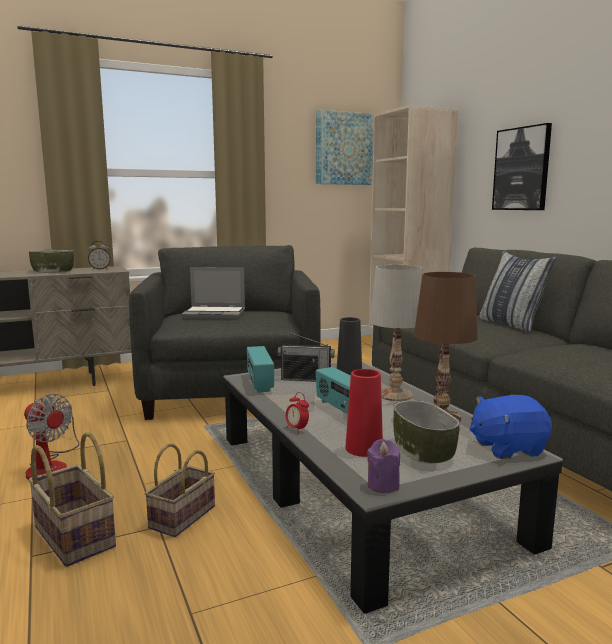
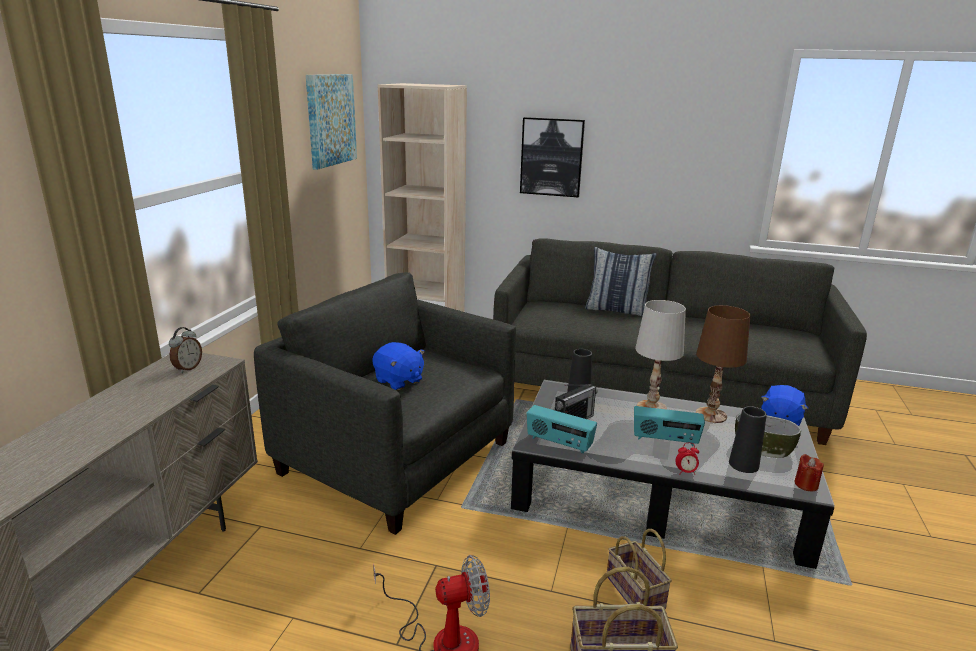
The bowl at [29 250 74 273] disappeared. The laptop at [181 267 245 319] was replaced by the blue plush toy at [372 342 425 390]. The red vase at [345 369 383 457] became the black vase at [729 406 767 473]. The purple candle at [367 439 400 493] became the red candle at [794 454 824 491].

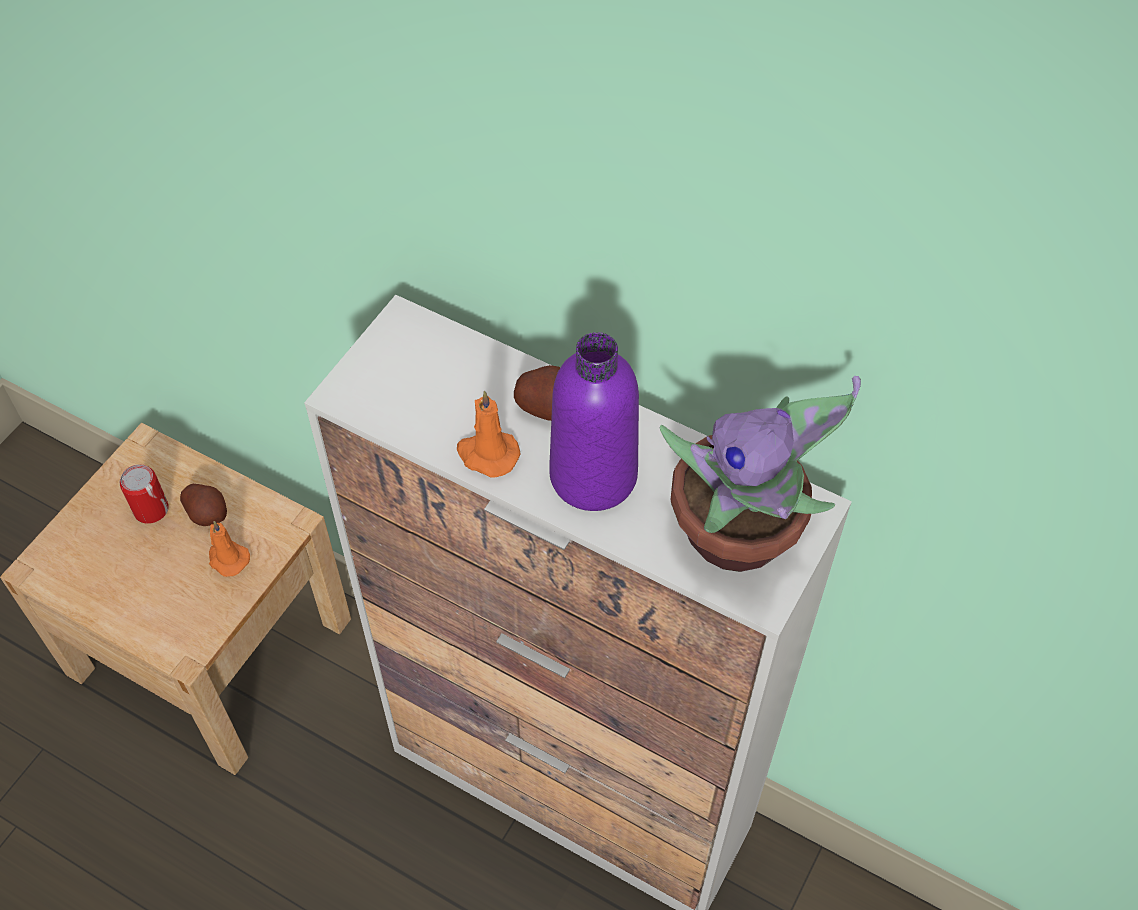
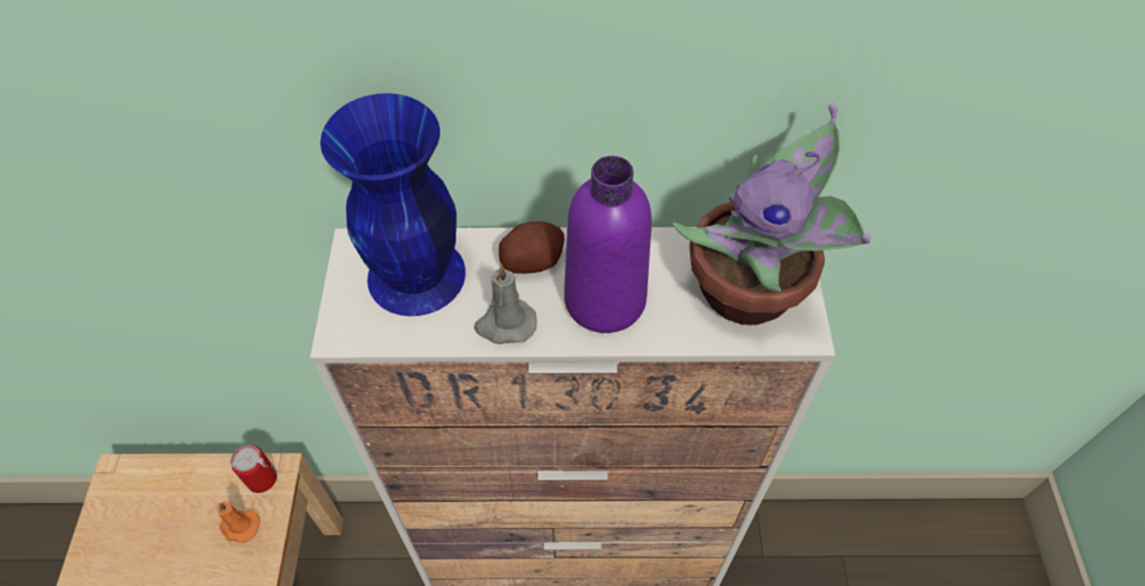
The orange candle at [457 391 520 478] became the grey candle at [474 264 537 344]. The can moved from [120 464 169 524] to [230 445 277 493]. The potato at [180 484 227 526] disappeared. The blue vase at [320 93 465 316] appeared.

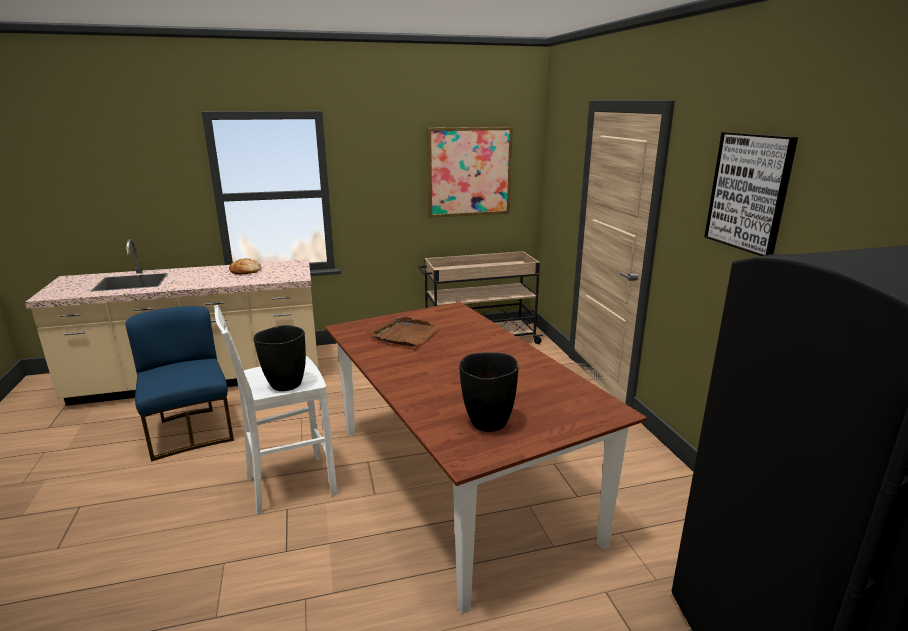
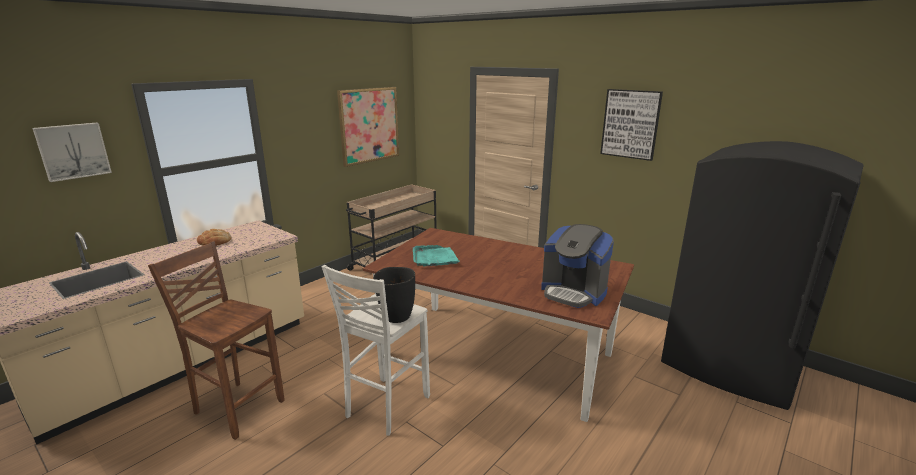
The blue chair at [125 306 234 462] was replaced by the brown stool at [148 241 285 440]. The brown tray at [370 317 440 347] became the turquoise tray at [413 245 459 266]. The black vase at [459 352 519 432] was replaced by the coffee machine at [541 224 614 308]. The picture at [32 123 112 182] appeared.

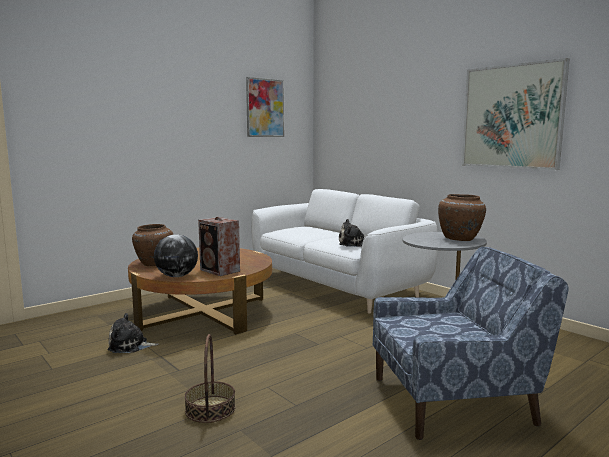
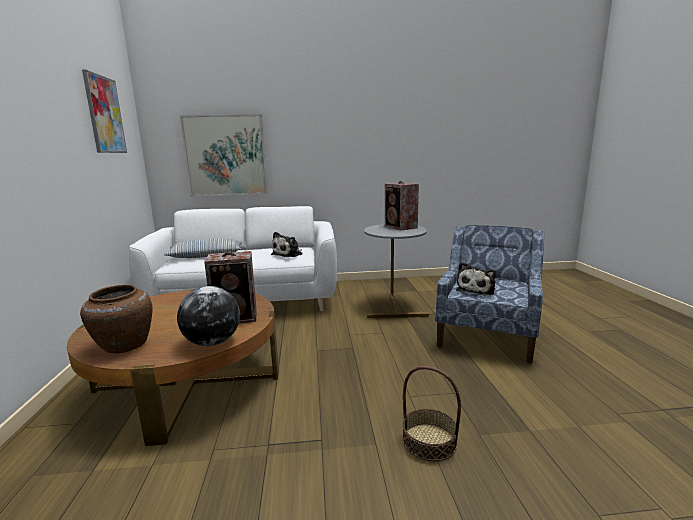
The picture moved from [462 58 570 170] to [180 114 268 197]. The brown vase at [438 194 486 241] was replaced by the speaker at [385 181 419 230]. The plush toy moved from [108 313 158 353] to [456 262 496 296]. The pillow at [164 238 242 258] appeared.

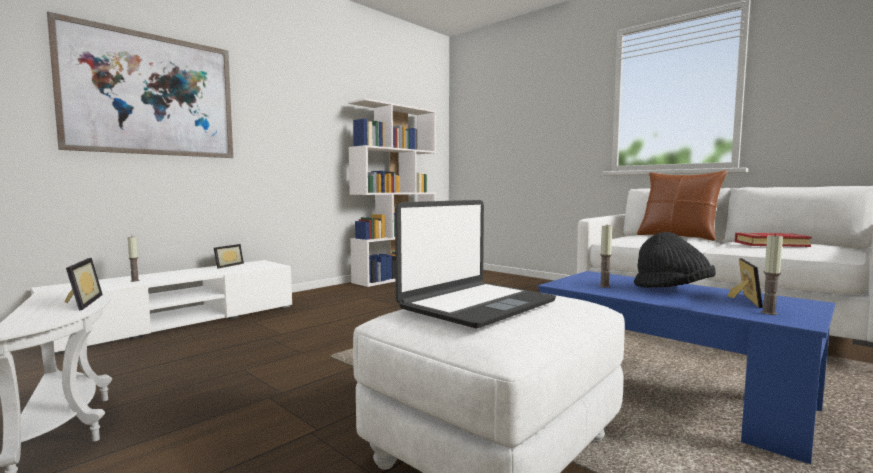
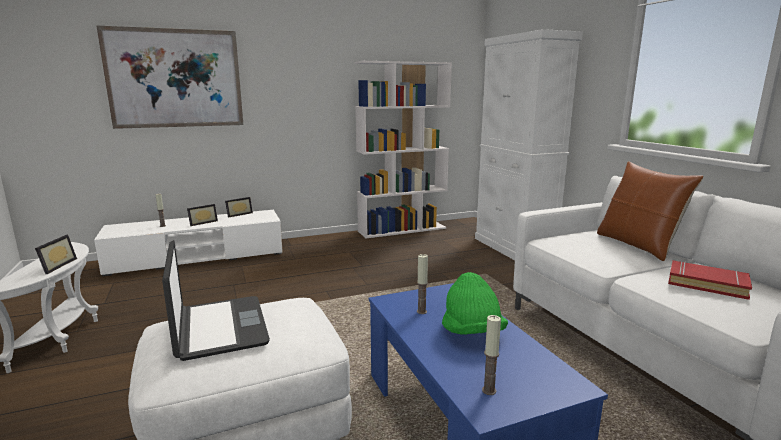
The laptop at [395 200 556 329] turned 90 degrees counterclockwise. The black hat at [634 232 716 288] became the green hat at [442 272 508 334]. The picture frame moved from [728 258 763 308] to [187 204 218 226]. The white cabinet at [475 29 583 260] appeared.

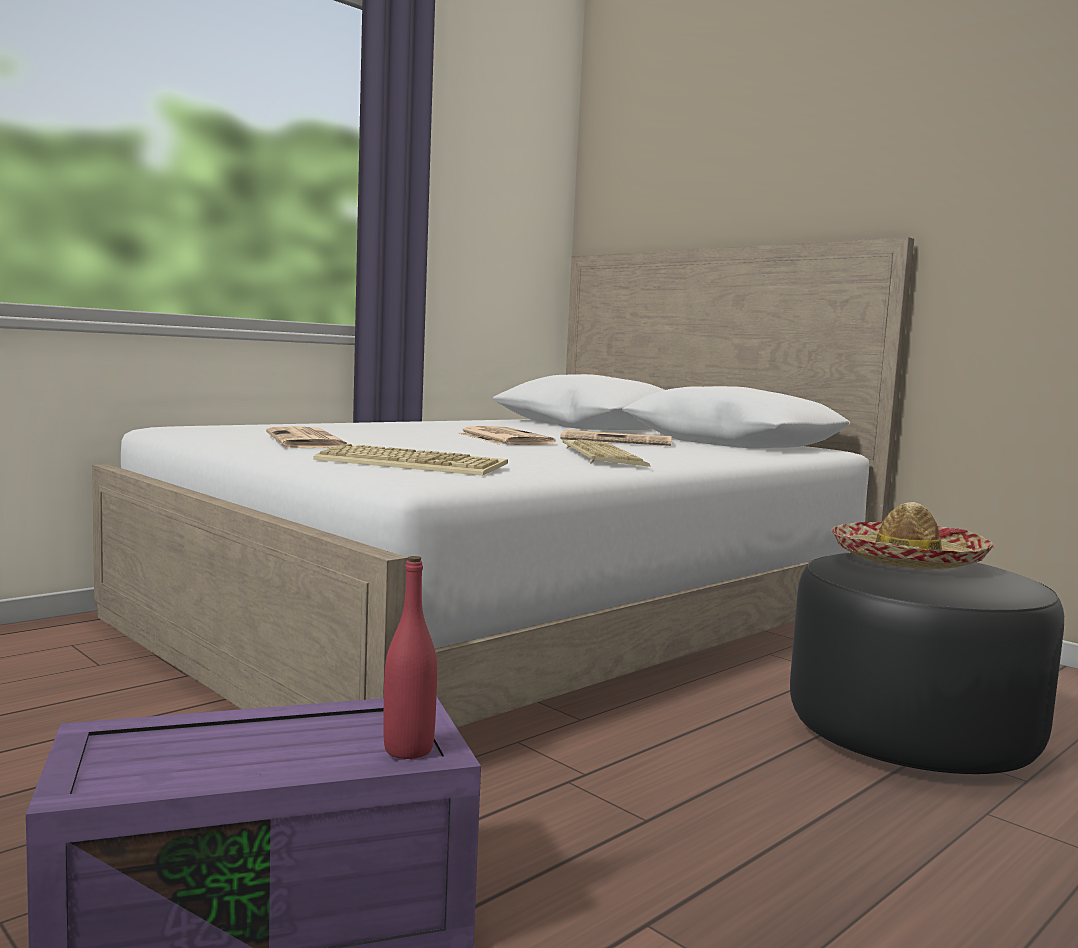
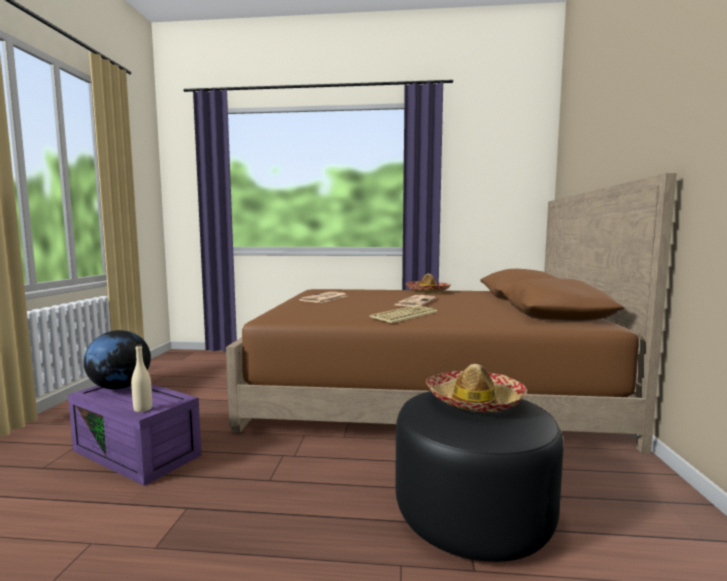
The white bed at [92 237 914 728] became the brown bed at [226 173 677 454]. The newspaper at [560 430 672 446] disappeared. The keyboard at [313 444 508 476] disappeared. The red bottle at [383 556 437 759] became the beige bottle at [131 344 152 412]. The hat at [405 274 451 293] appeared. The globe at [83 330 151 390] appeared.

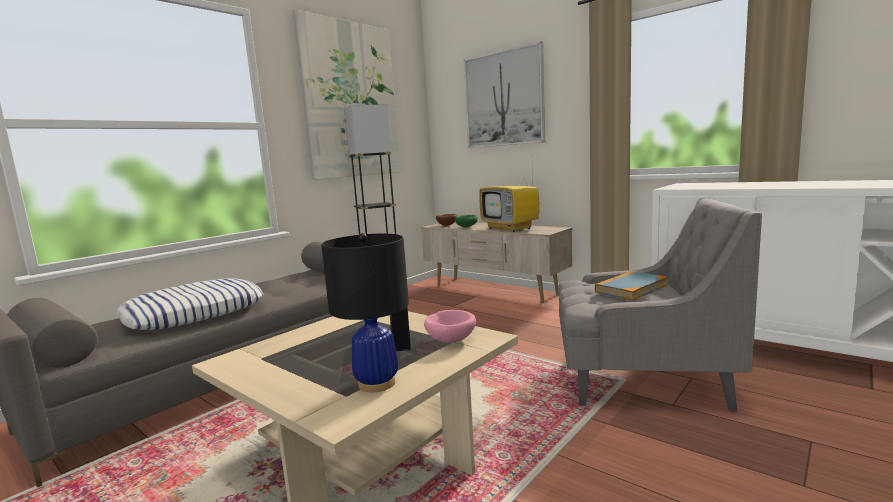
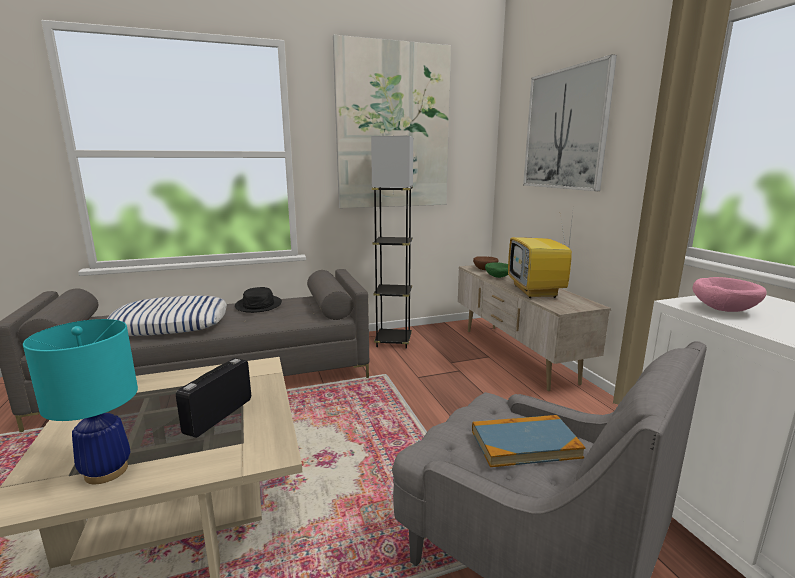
The black table lamp at [321 233 409 393] became the turquoise table lamp at [23 319 138 484]. The pink bowl moved from [424 310 476 343] to [693 277 767 312]. The black hat at [235 287 282 313] appeared.

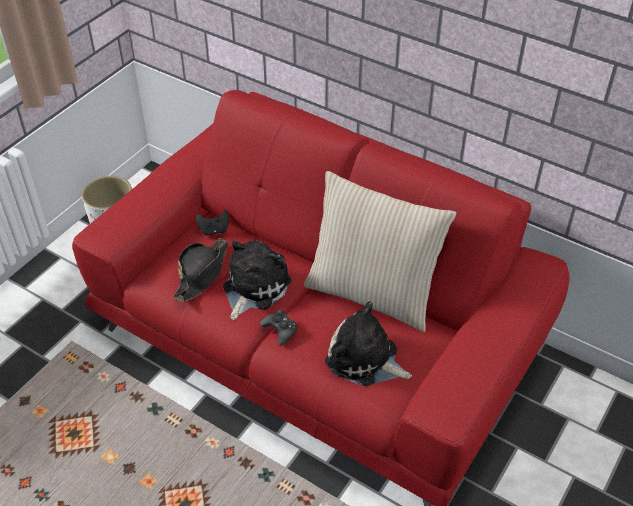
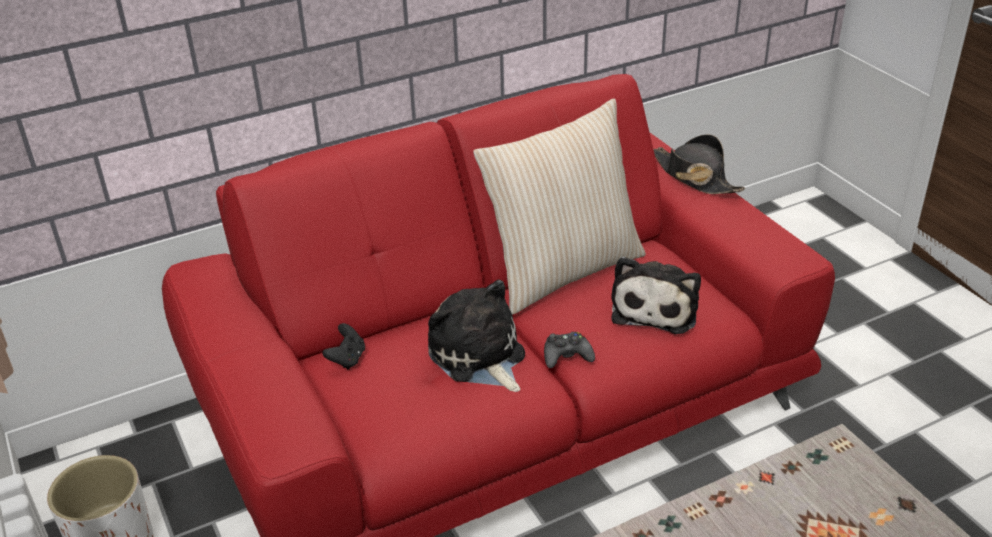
The black hat moved from [173 238 228 302] to [653 134 745 194]. The plush toy at [325 302 412 386] turned 45 degrees counterclockwise.

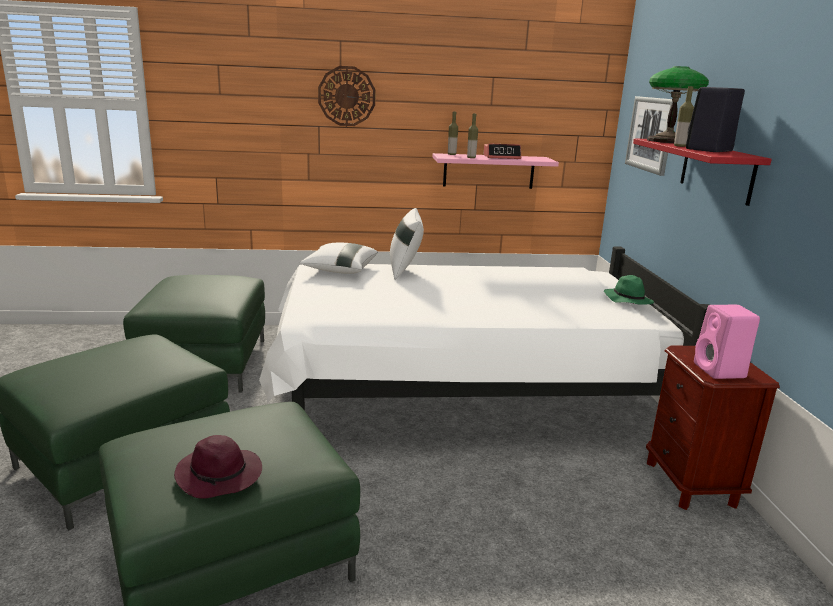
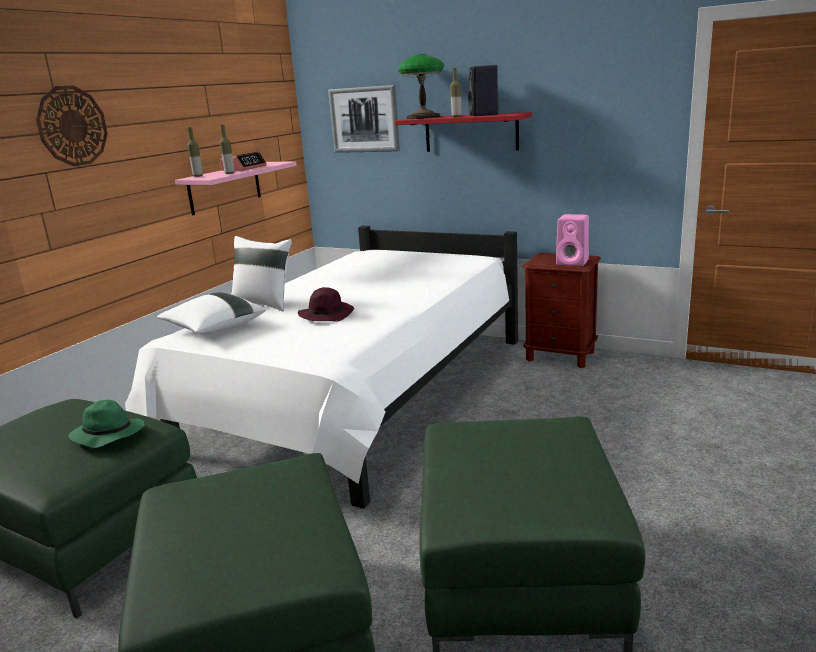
The green hat moved from [604 275 654 305] to [68 400 145 448]. The purple hat moved from [174 435 262 499] to [298 287 354 321].

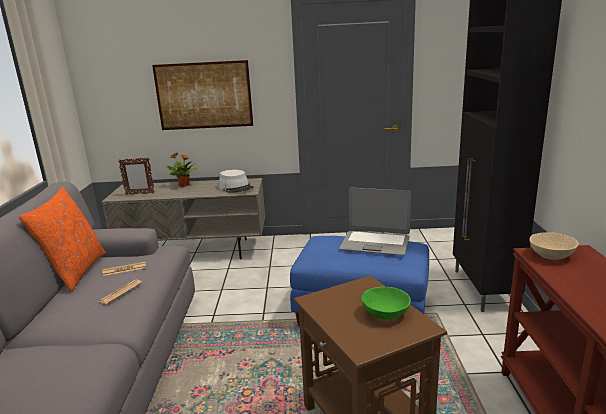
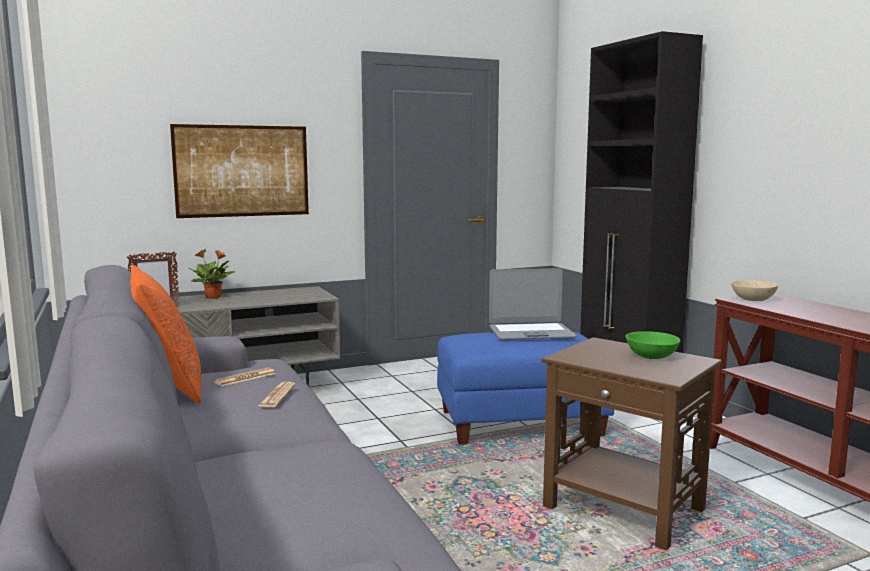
The grey hat at [219 170 254 193] disappeared.

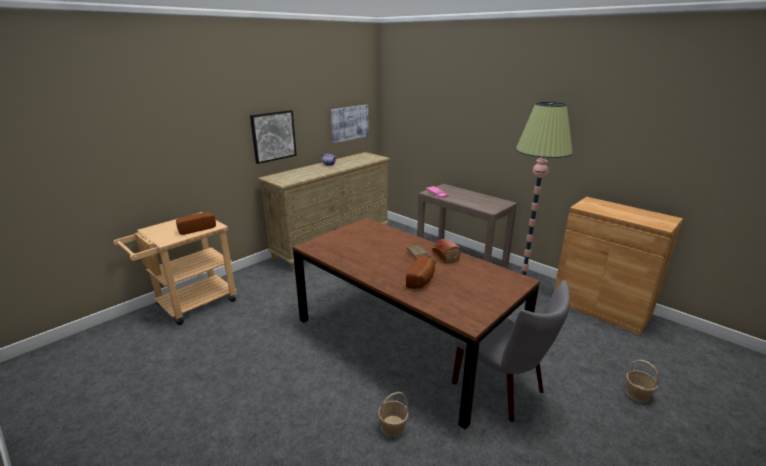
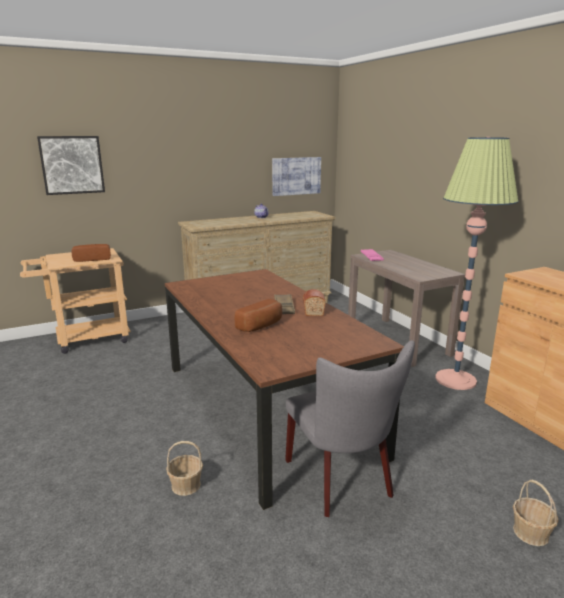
The picture moved from [250 110 297 164] to [37 136 105 195].

